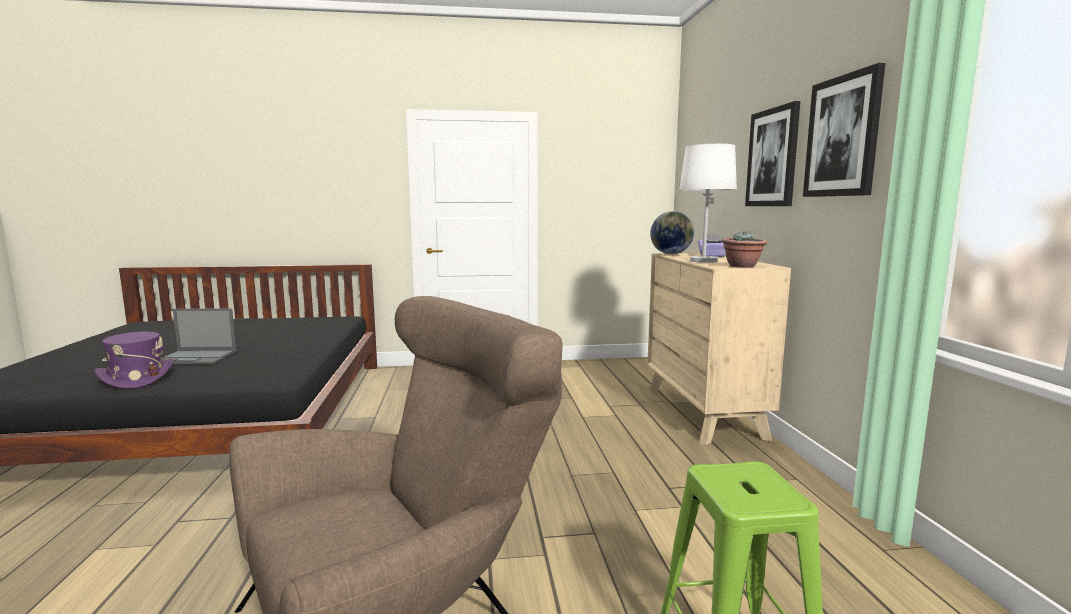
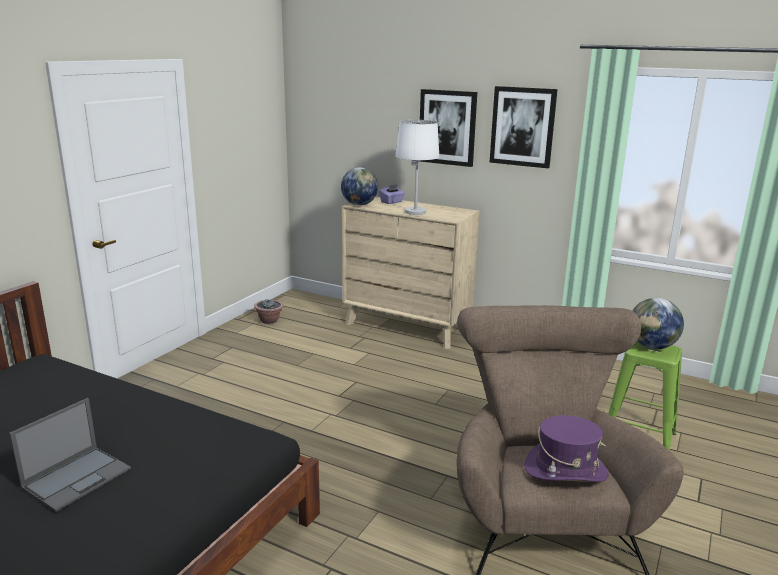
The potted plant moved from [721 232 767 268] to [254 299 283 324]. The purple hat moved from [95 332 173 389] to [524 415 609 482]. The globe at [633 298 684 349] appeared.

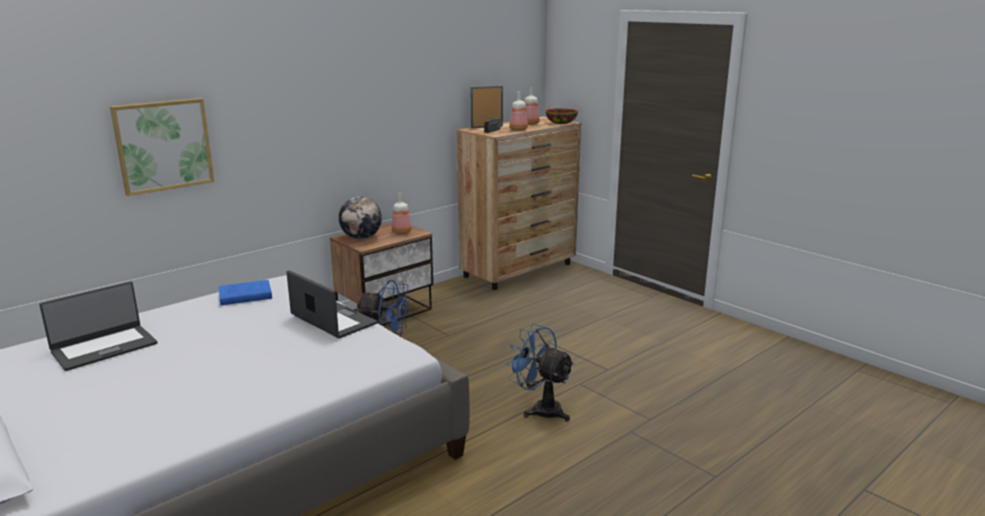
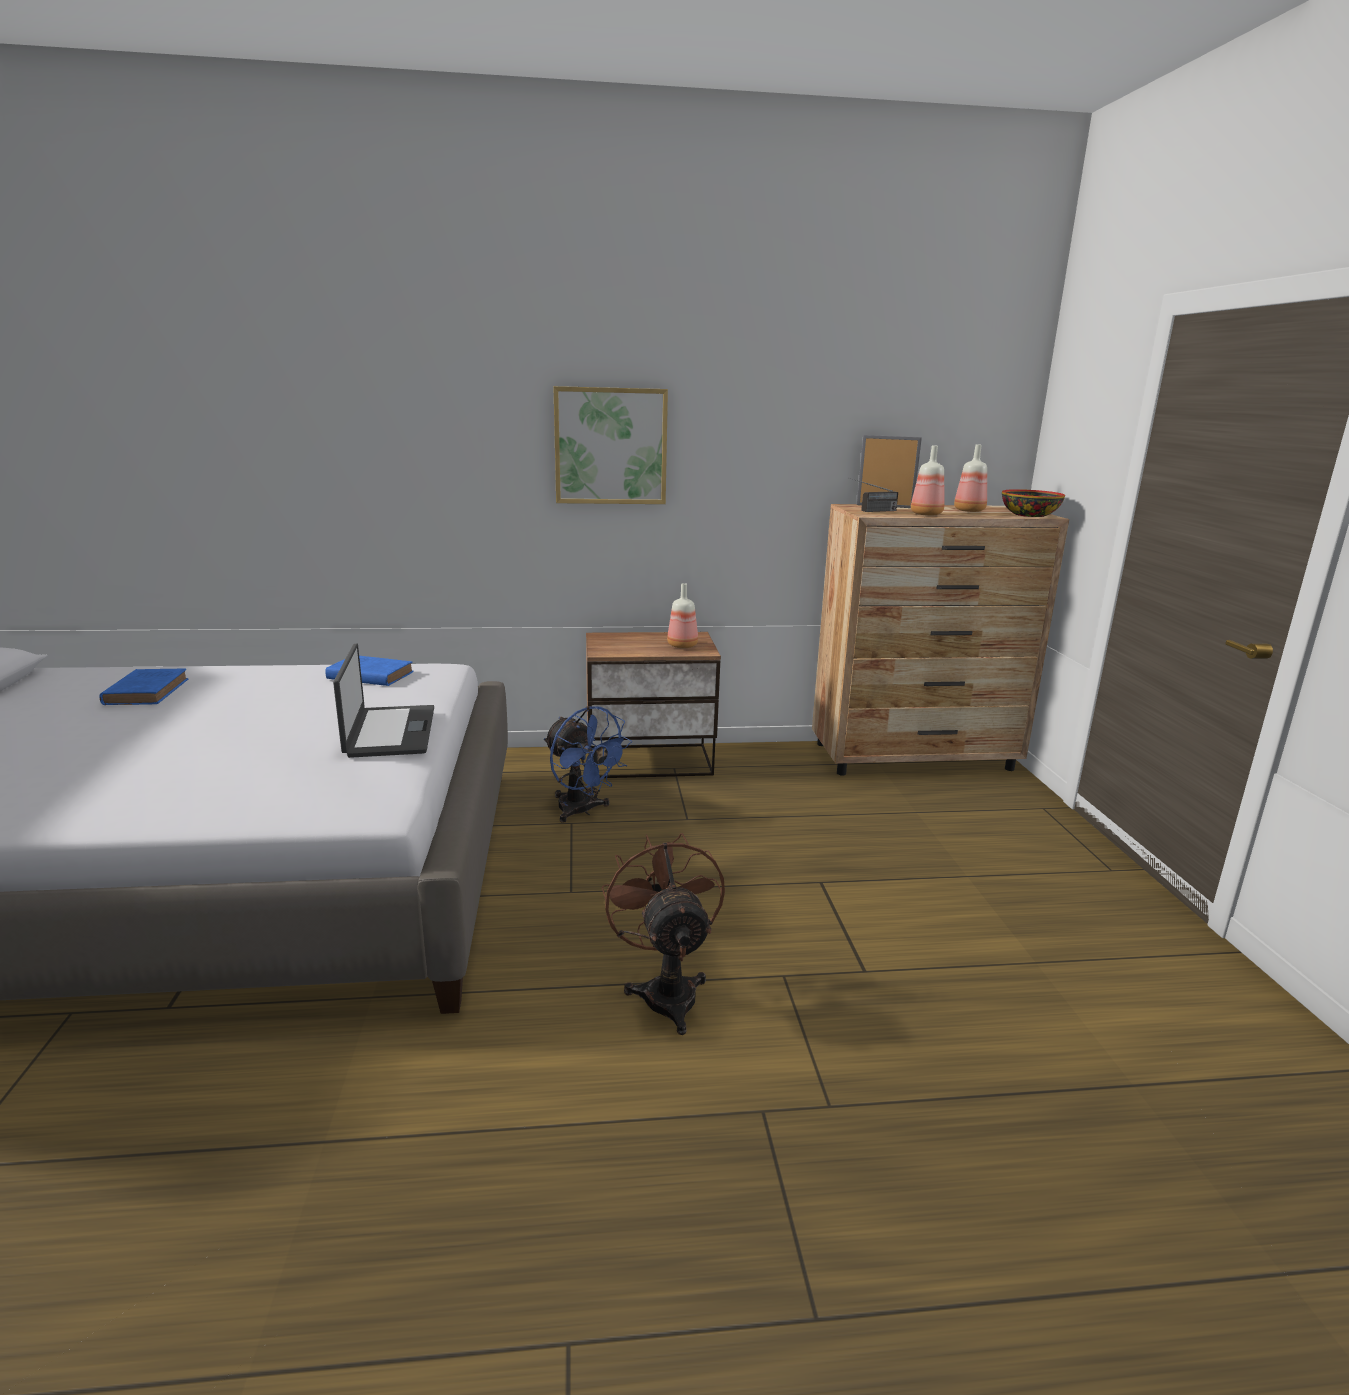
The picture moved from [110 98 214 196] to [553 386 668 504]. The globe at [339 197 382 239] disappeared. The laptop at [39 281 157 371] was replaced by the blue book at [99 669 188 705]. The blue fan at [505 324 575 422] became the brown fan at [602 833 725 1035].

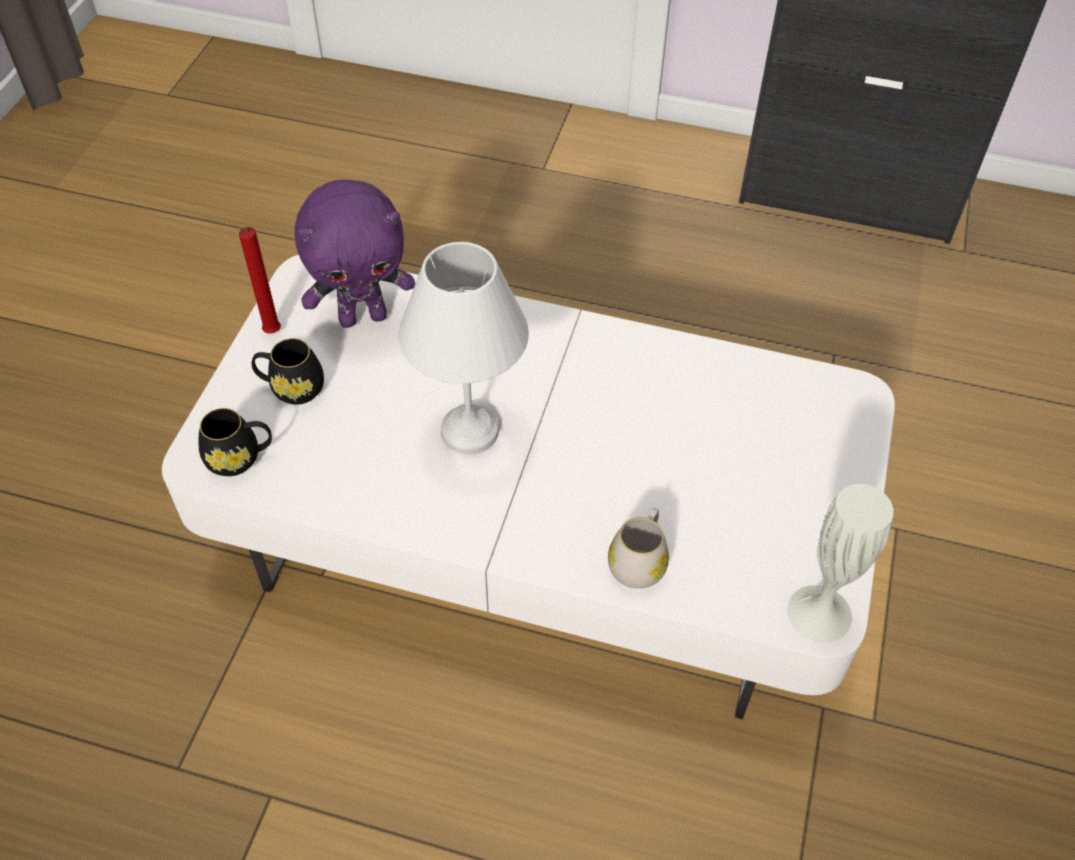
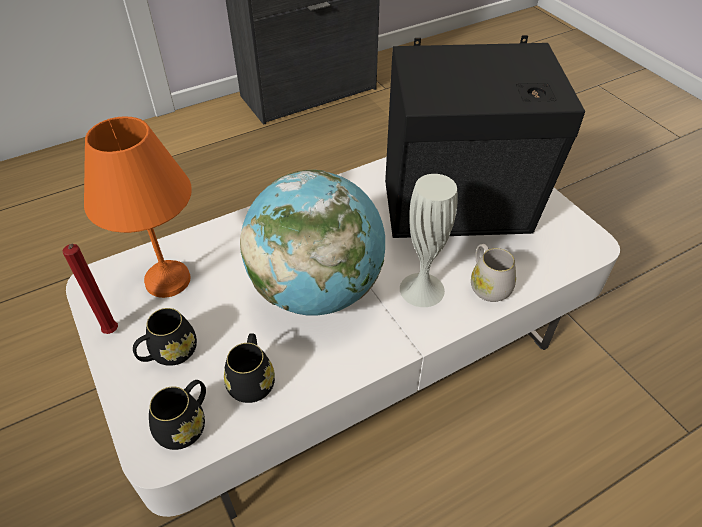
The purple plush toy at [295 180 415 328] was replaced by the orange table lamp at [84 117 192 298]. The white table lamp at [399 242 529 454] was replaced by the globe at [240 169 385 316]. The white vase moved from [787 484 894 642] to [400 174 458 307]. The black speaker at [385 35 585 238] appeared. The black mug at [224 333 275 403] appeared.

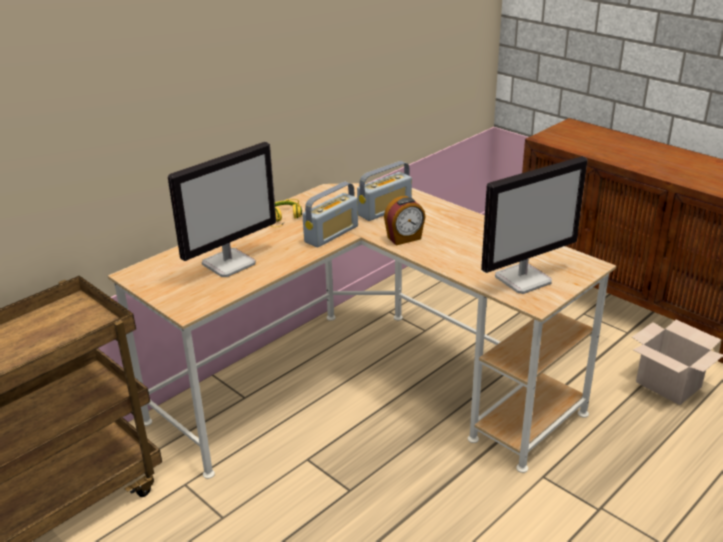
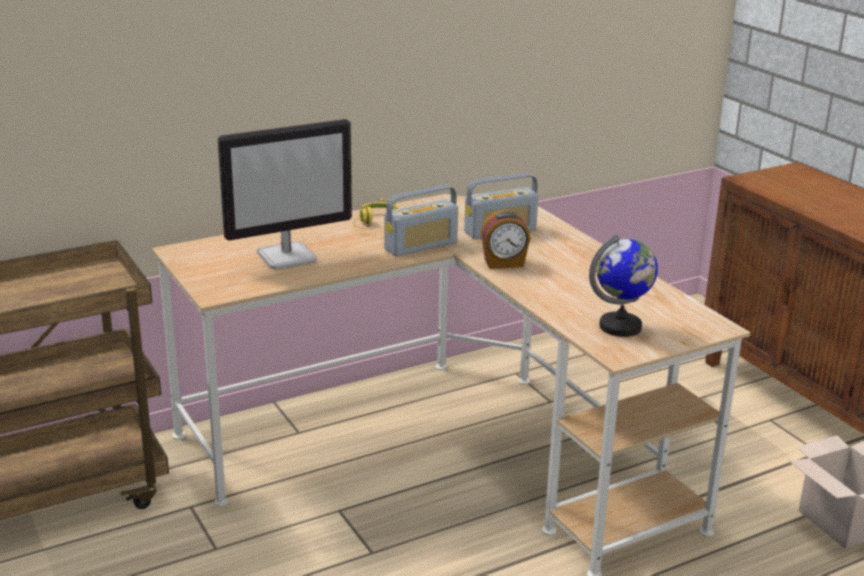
The monitor at [481 156 588 294] was replaced by the globe at [589 234 658 337].

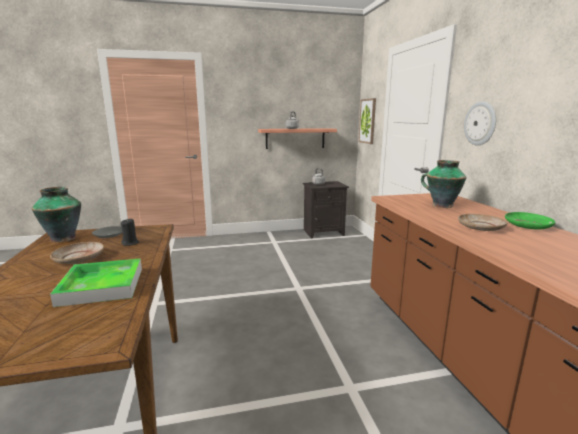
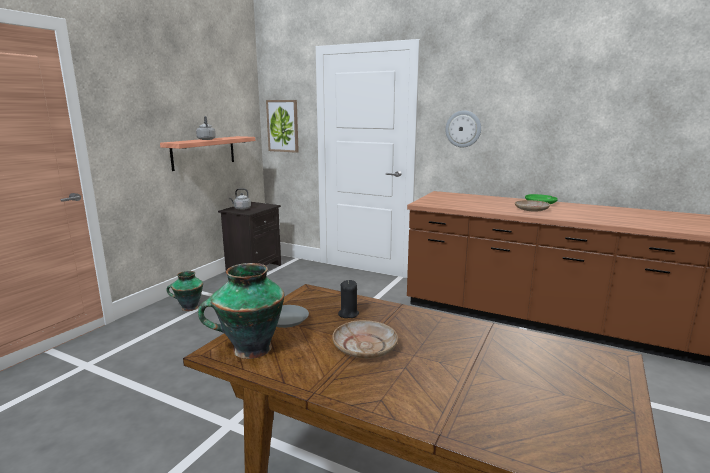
The vase moved from [421 160 467 208] to [166 271 203 311]. The tray at [50 258 142 307] disappeared.

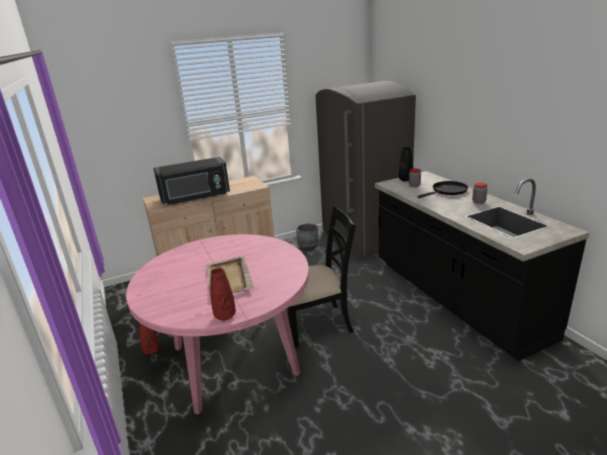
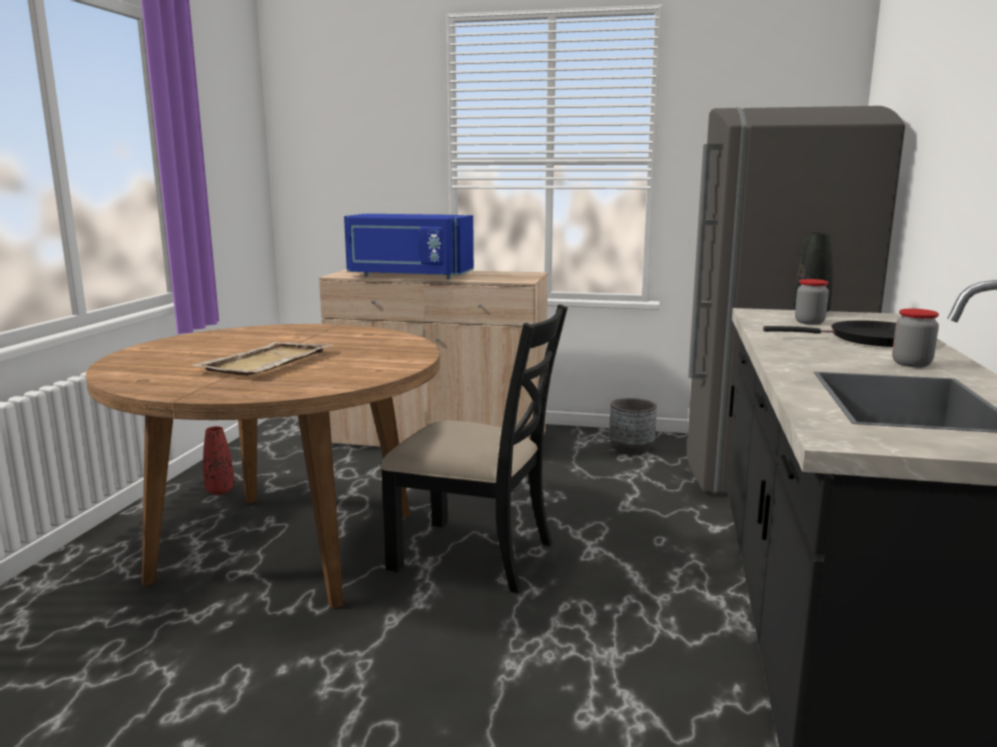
The black microwave at [153 157 230 205] became the blue microwave at [344 214 474 279]. The pink dining table at [126 234 309 415] became the brown dining table at [86 324 440 609]. The red vase at [210 268 236 321] disappeared.

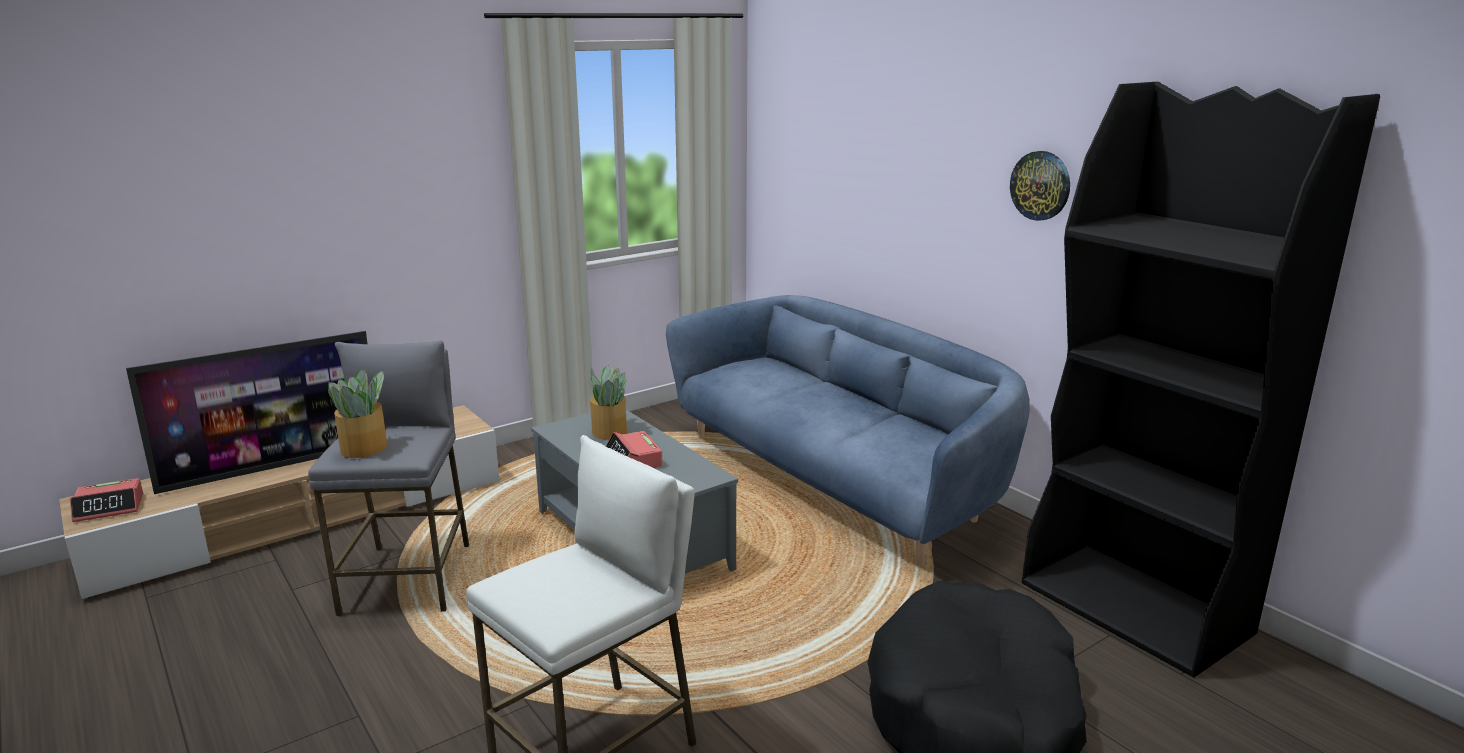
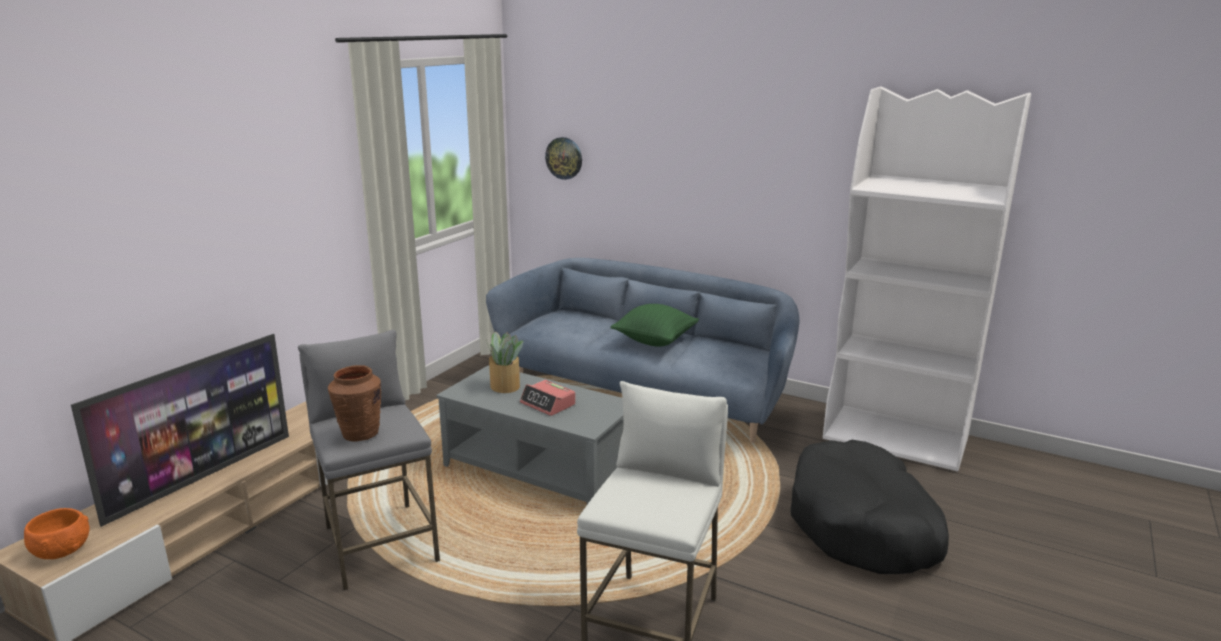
The black bookcase at [1022 82 1380 678] became the white bookcase at [823 87 1031 472]. The wall clock moved from [1010 151 1070 221] to [545 137 582 180]. The potted plant at [328 369 387 458] was replaced by the brown vase at [328 365 381 442]. The alarm clock at [70 478 143 522] was replaced by the orange bowl at [24 508 90 559]. The green pillow at [610 304 699 347] appeared.

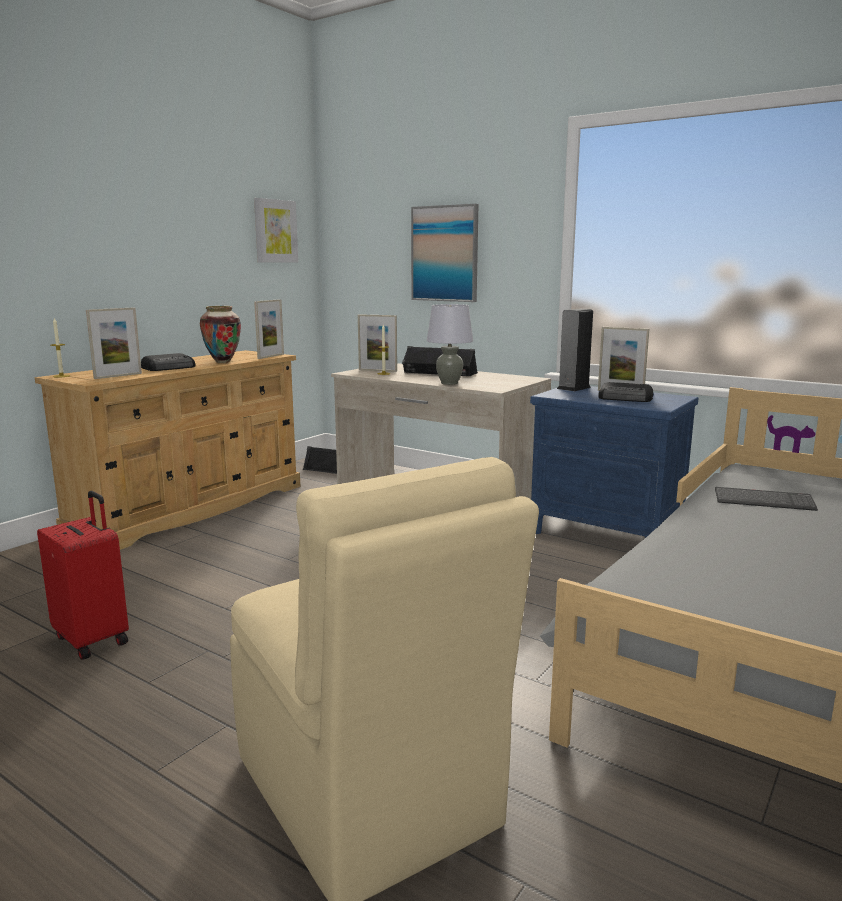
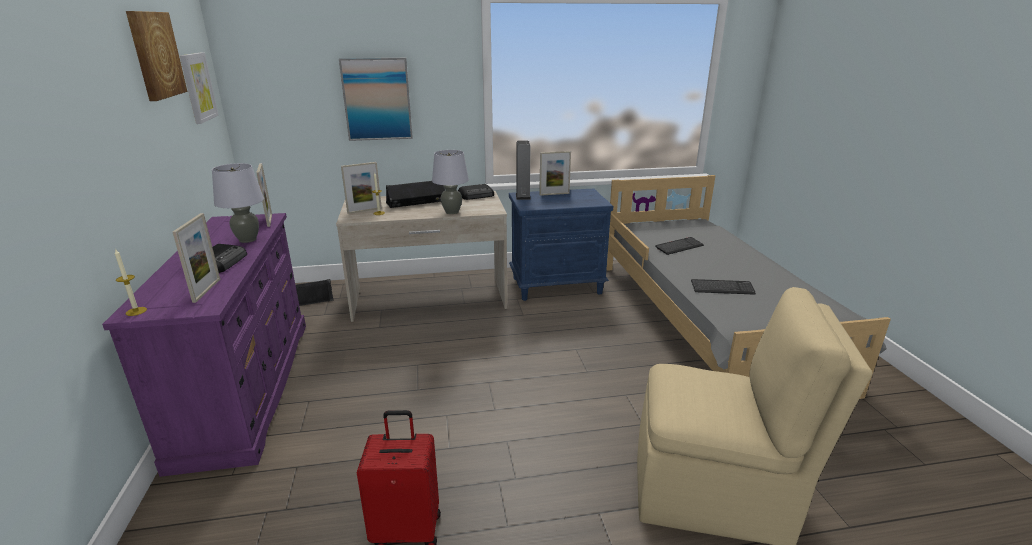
The vase at [200 306 241 363] was replaced by the grey table lamp at [212 163 264 243]. The beige dresser at [35 350 300 550] became the purple dresser at [102 213 306 477]. The radio moved from [598 382 653 402] to [458 184 494 200]. The picture at [126 11 187 101] appeared. The keyboard at [691 279 756 295] appeared.

